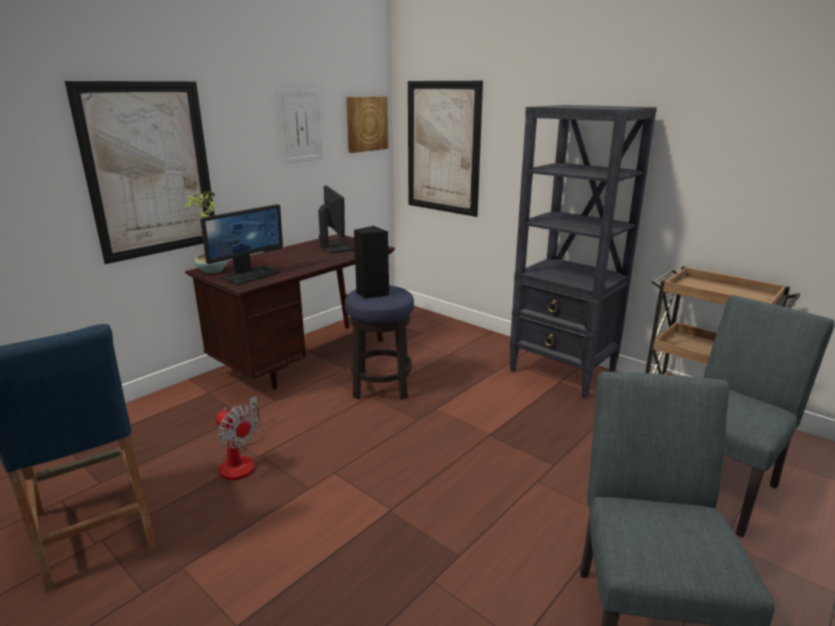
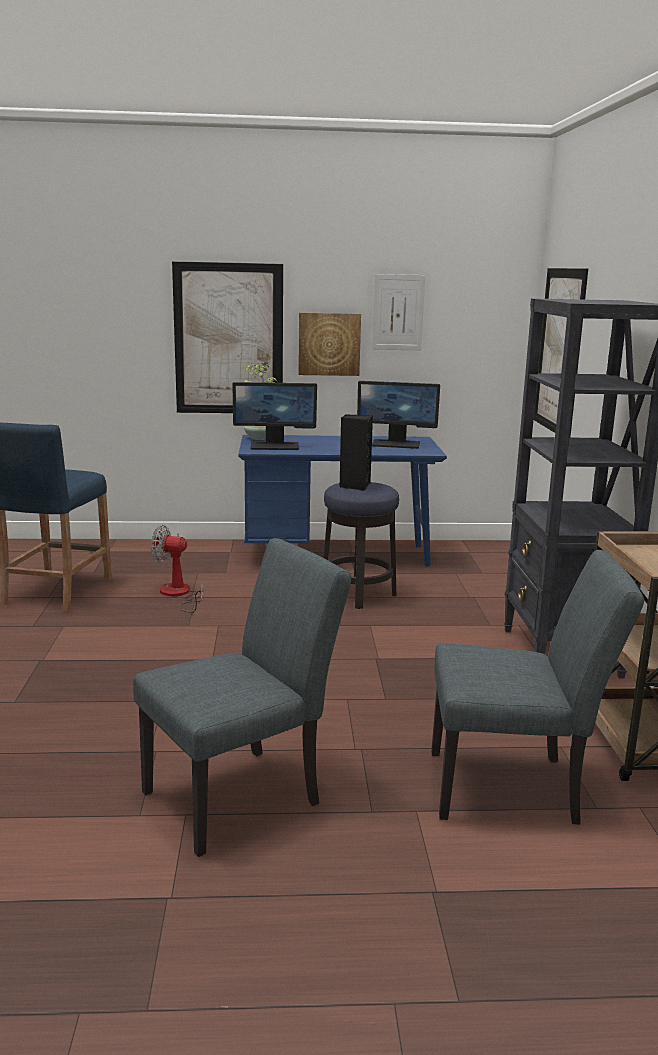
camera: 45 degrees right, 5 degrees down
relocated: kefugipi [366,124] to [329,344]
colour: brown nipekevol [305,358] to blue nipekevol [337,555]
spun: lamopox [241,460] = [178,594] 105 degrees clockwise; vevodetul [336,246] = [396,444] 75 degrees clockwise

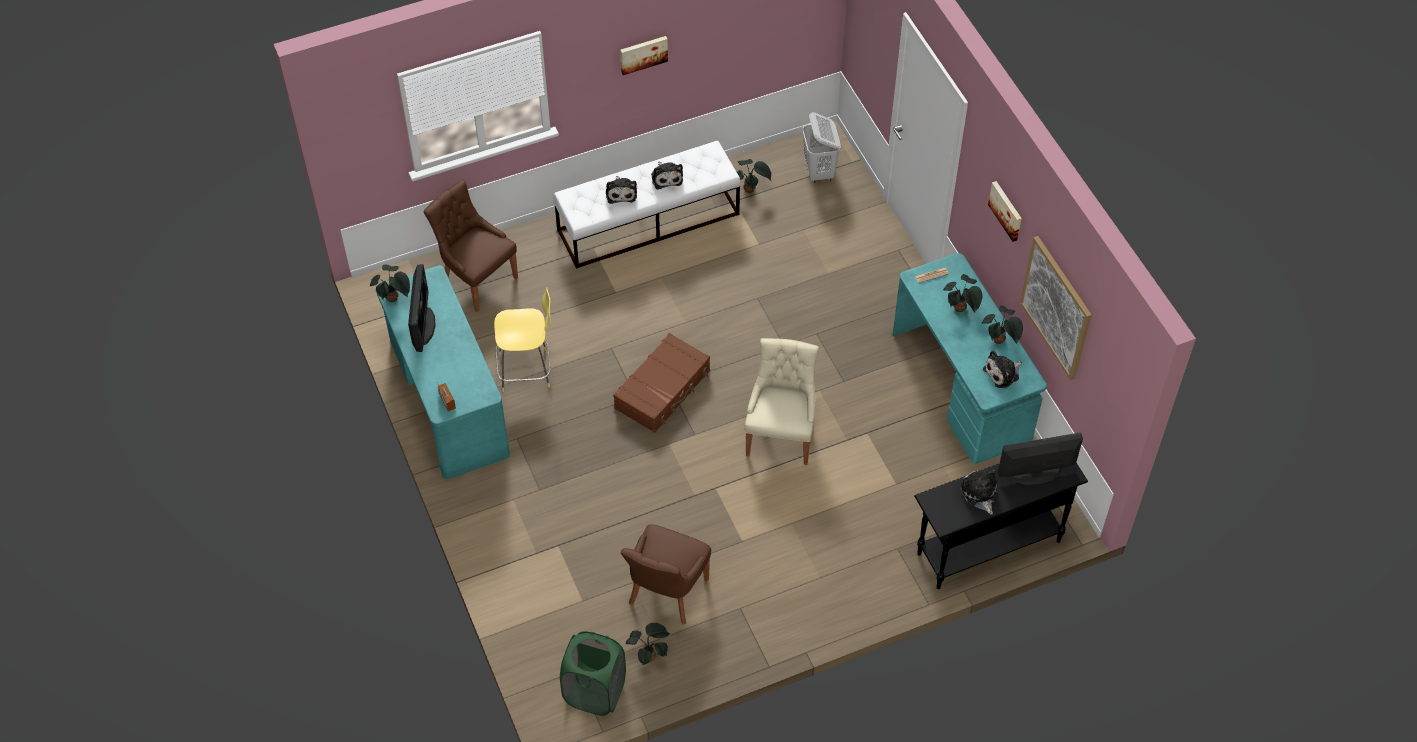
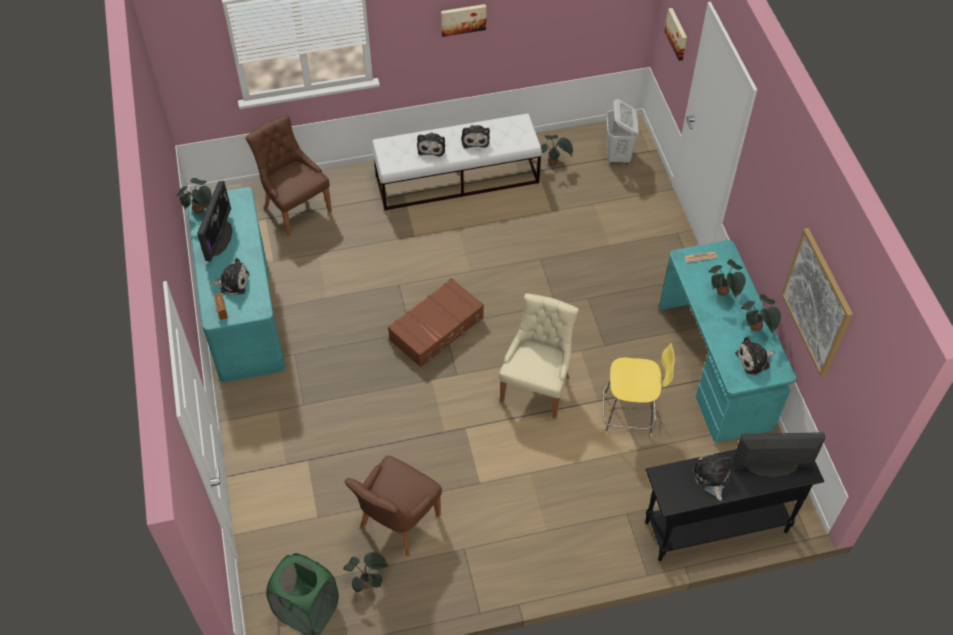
camera: 10 degrees right, 0 degrees up
appeared: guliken [232,282]
relocated: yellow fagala [527,370] to [630,415]; kefugipi [1006,210] to [677,33]

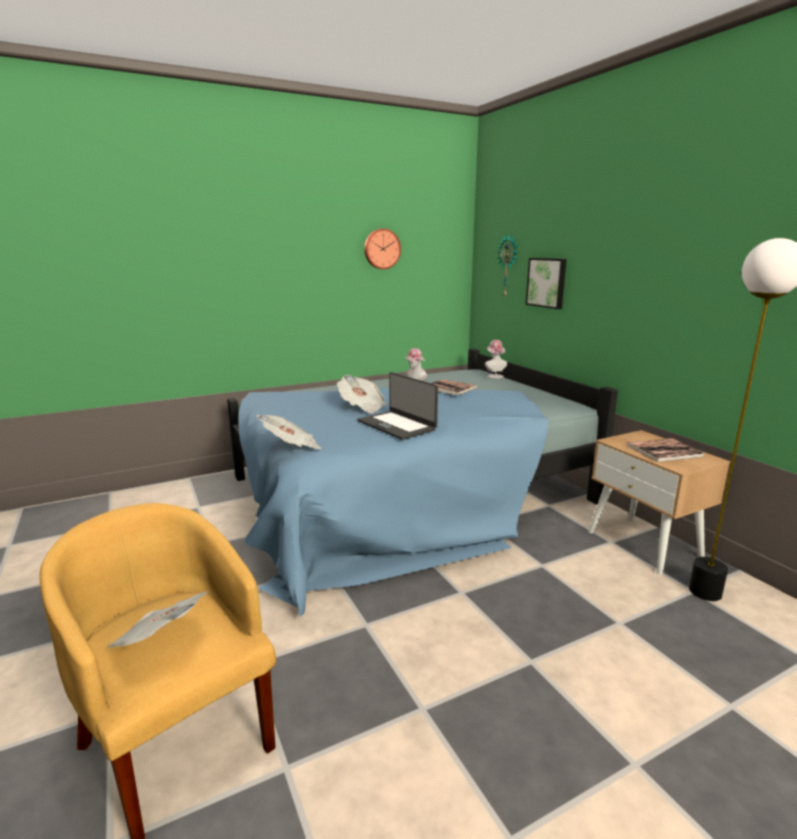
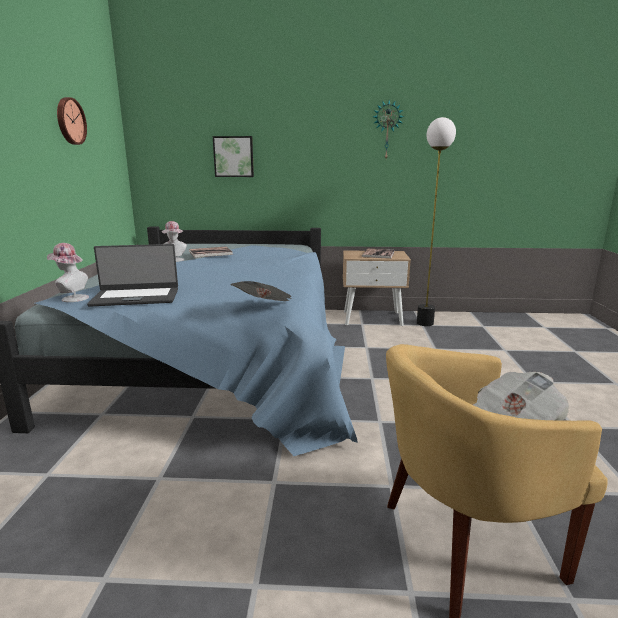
camera: 60 degrees left, 0 degrees up
missing: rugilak [362,407]
relocated: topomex [494,375] to [72,298]; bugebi [397,425] to [136,297]; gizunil [508,266] to [387,130]

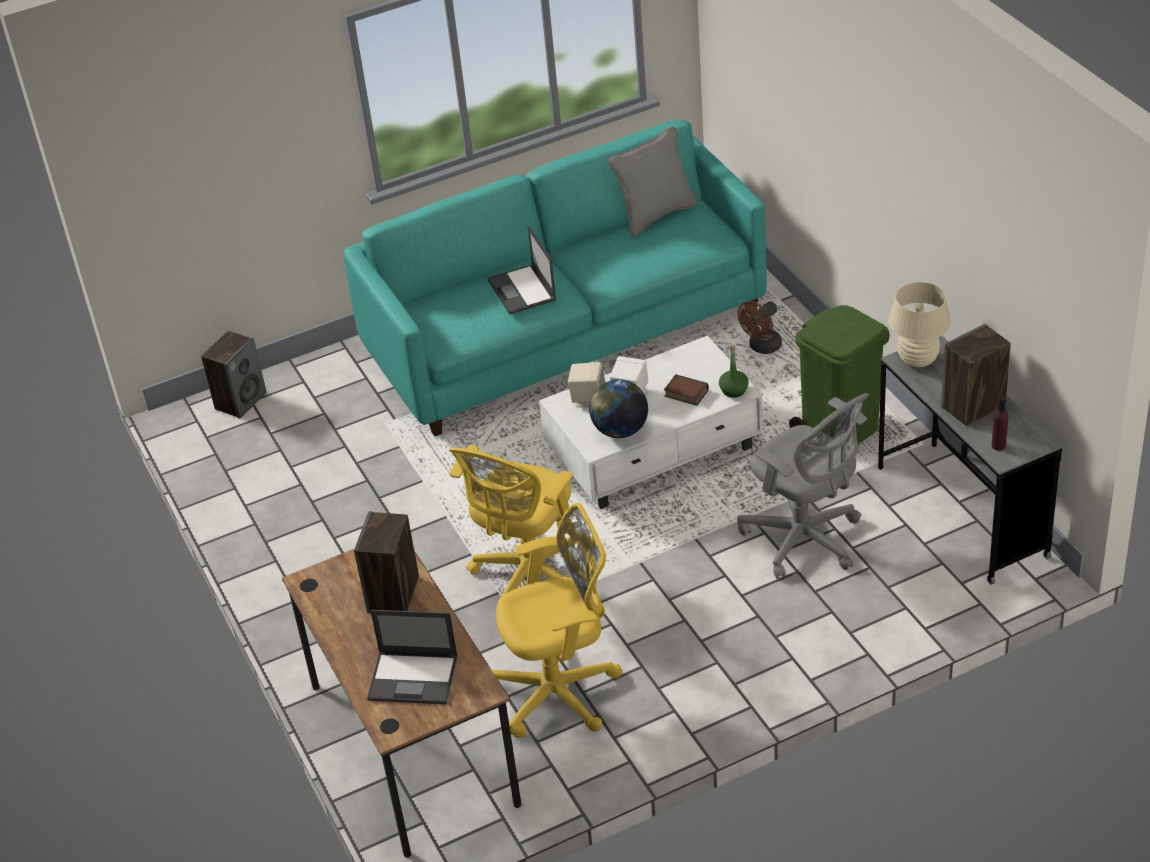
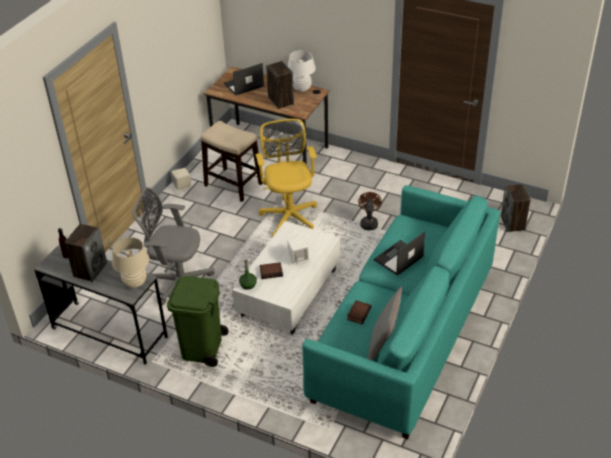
camera: 140 degrees right, 0 degrees up
missing: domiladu [620,430]
appeared: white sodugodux [301,89]; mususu [358,313]
relocated: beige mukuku [588,399] to [182,187]; brown lamopox [762,347] to [369,222]
exchanged: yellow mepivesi [560,692] to fagala [233,184]
spun: bugebi [522,290] = [398,258] 75 degrees counterclockwise

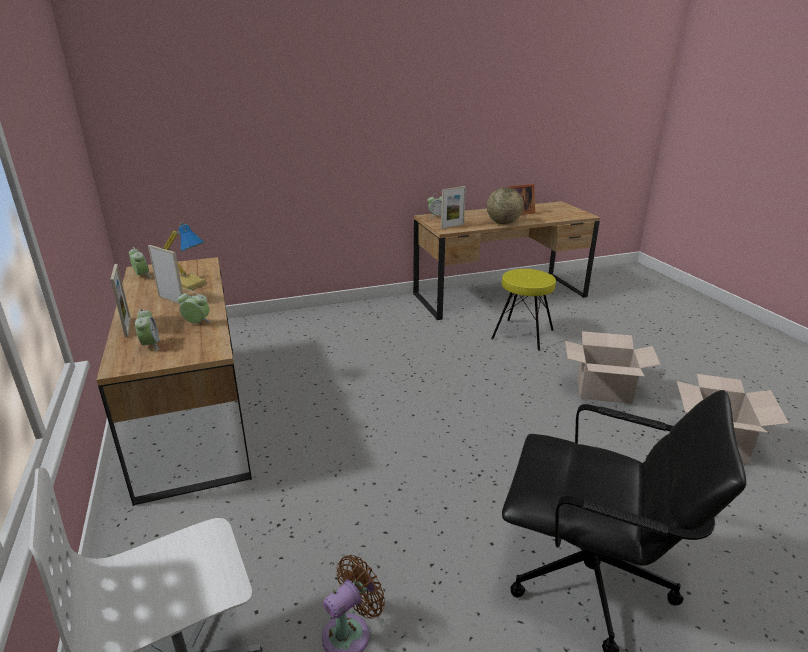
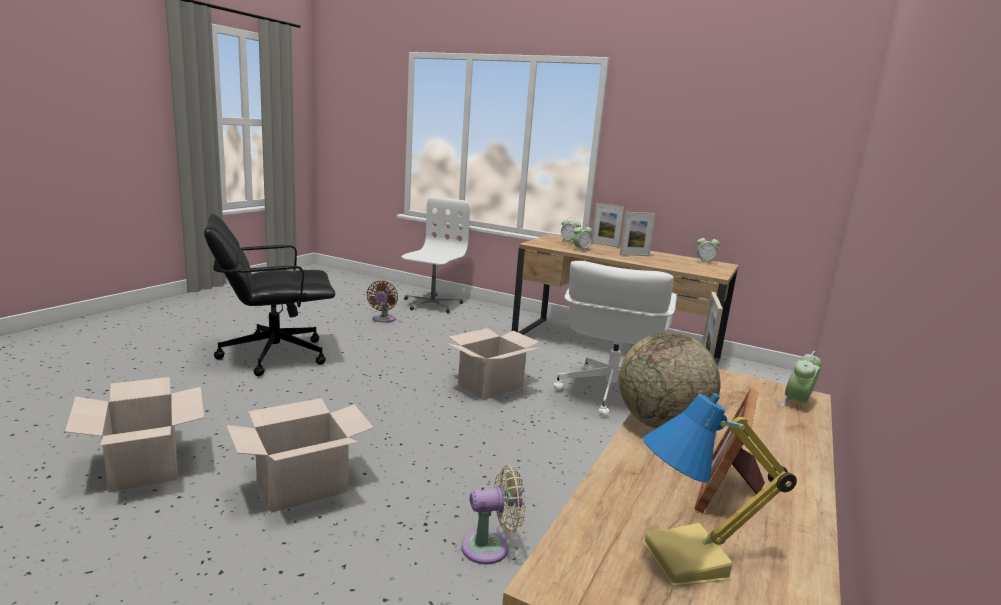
camera: 135 degrees right, 10 degrees down
appeared: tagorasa [490,386]; white mepivesi [608,394]
relocated: sodugodux [191,284] to [688,563]
exchanged: yellow fagala [523,334] to beige lamopox [490,547]

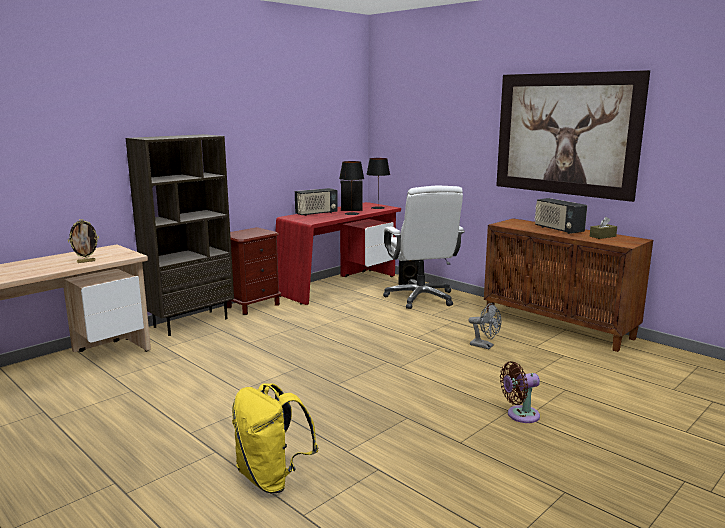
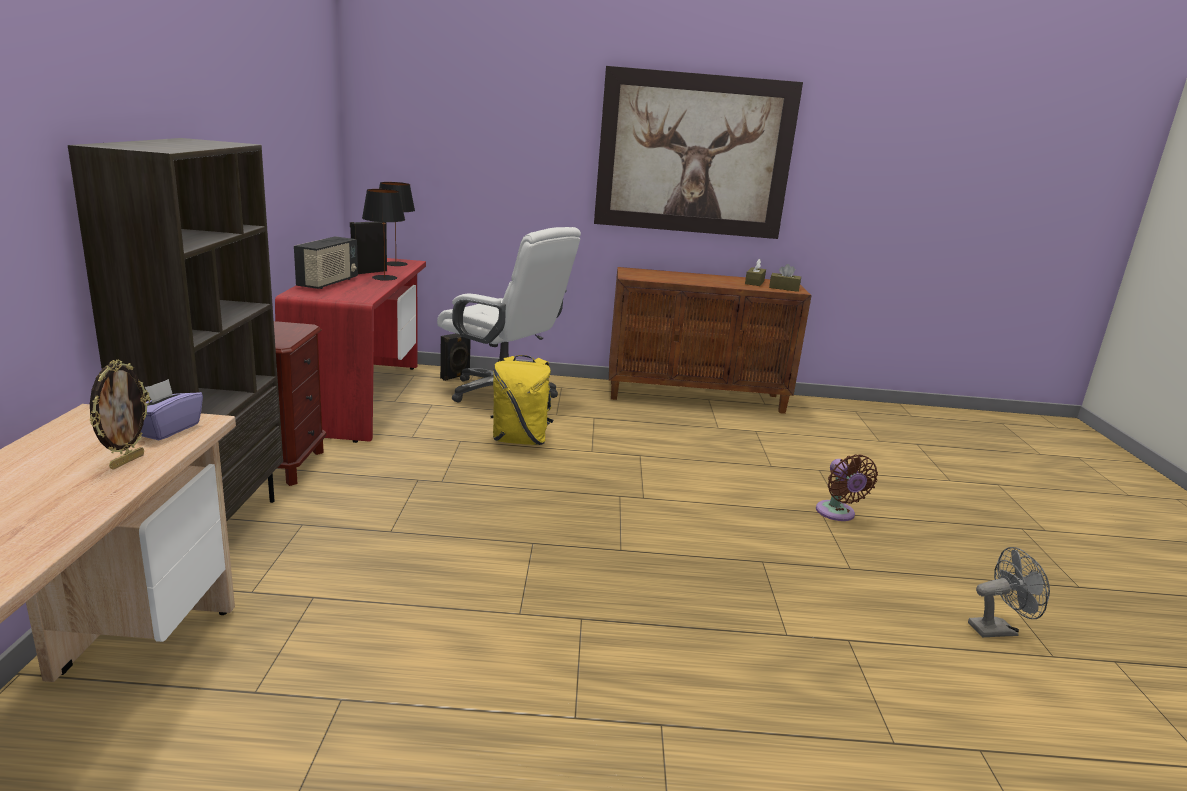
camera: 45 degrees left, 5 degrees up
missing: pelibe [558,229]
appeared: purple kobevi [167,429]; brown kobevi [784,288]
relocated: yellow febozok [272,478] to [520,440]; grey lamopox [485,346] to [998,629]
spun: brown lamopox [520,415] = [837,514] 45 degrees counterclockwise

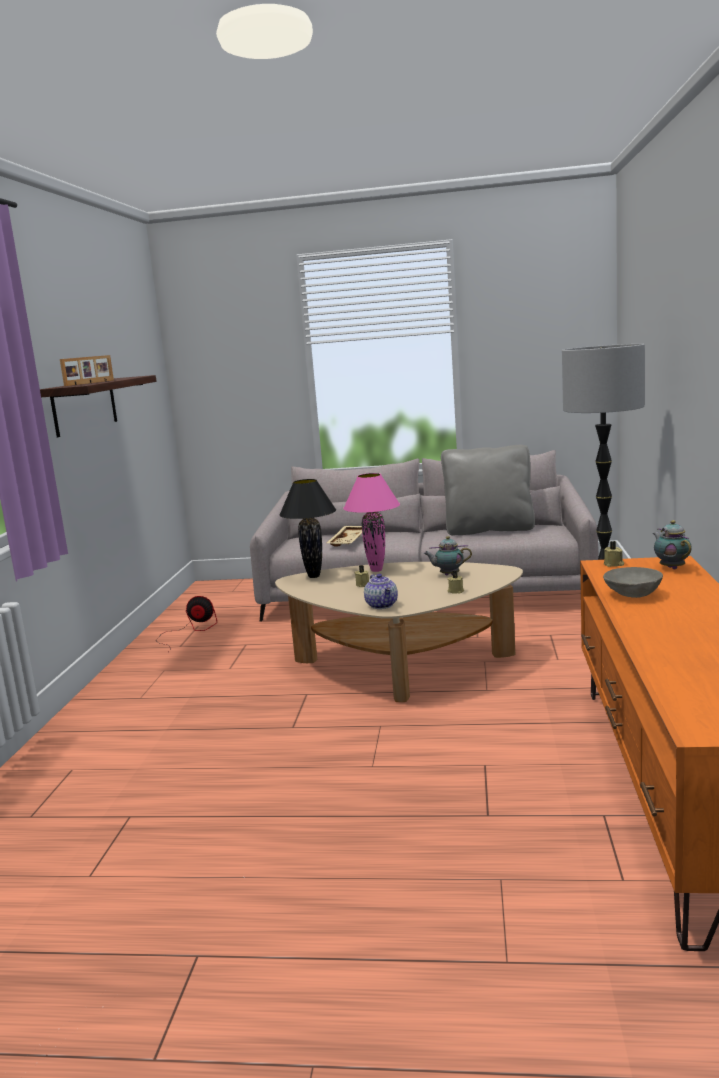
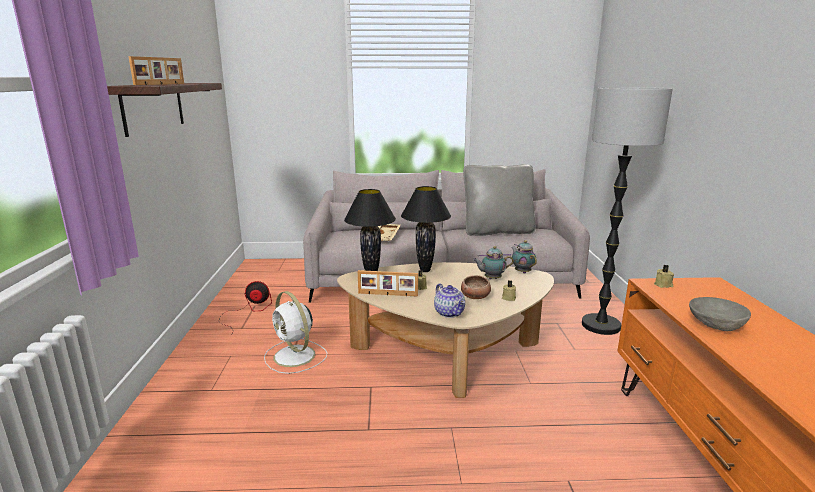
camera: 10 degrees left, 5 degrees up
appeared: white lamopox [295,357]; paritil [387,294]; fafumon [475,296]
relocated: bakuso [671,567] to [522,272]
colour: pink sodugodux [377,570] to black sodugodux [425,270]

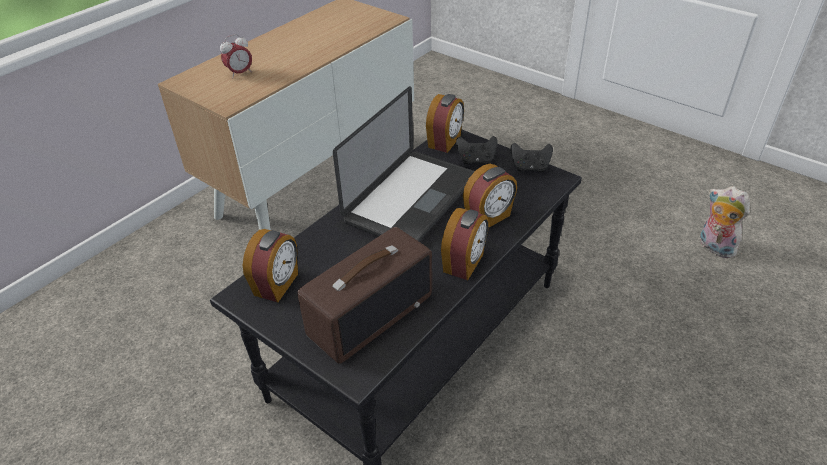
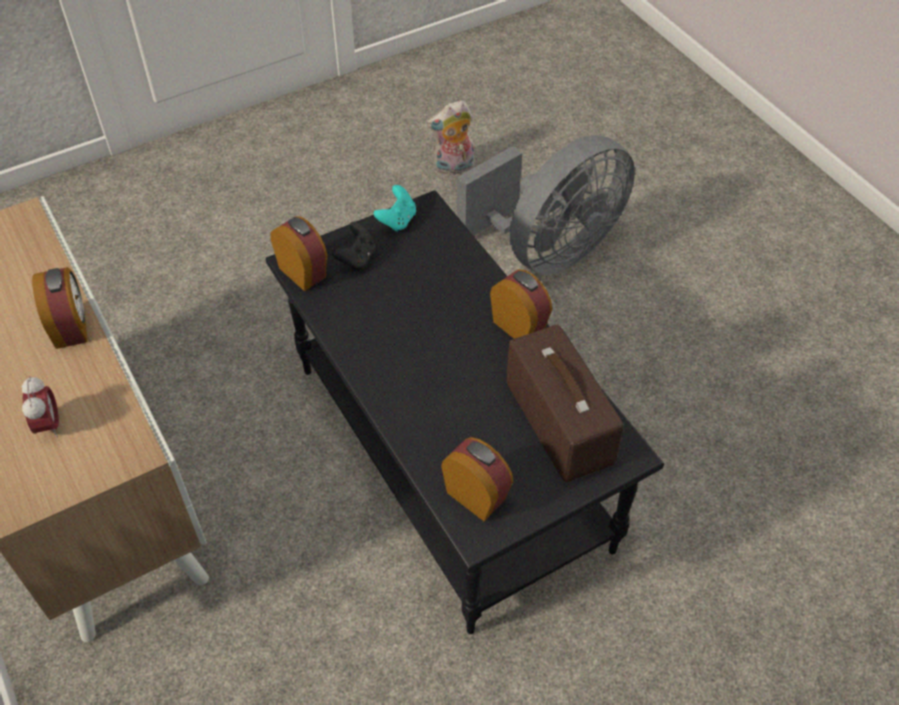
camera: 70 degrees left, 10 degrees up
missing: bugebi [411,199]
appeared: grey lamopox [548,250]
relocated: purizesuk [488,217] to [71,327]
colour: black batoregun [530,167] to turquoise batoregun [397,220]

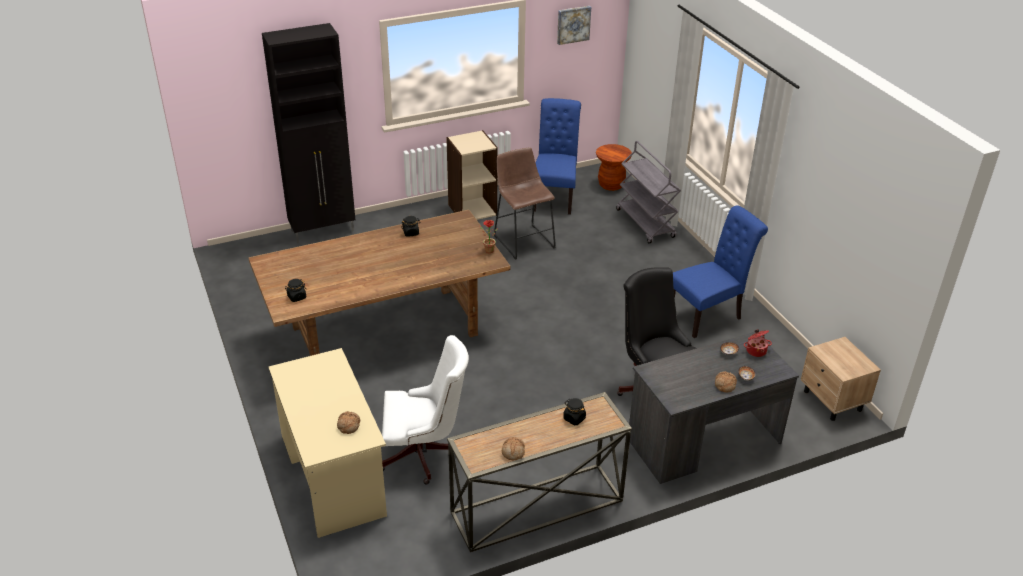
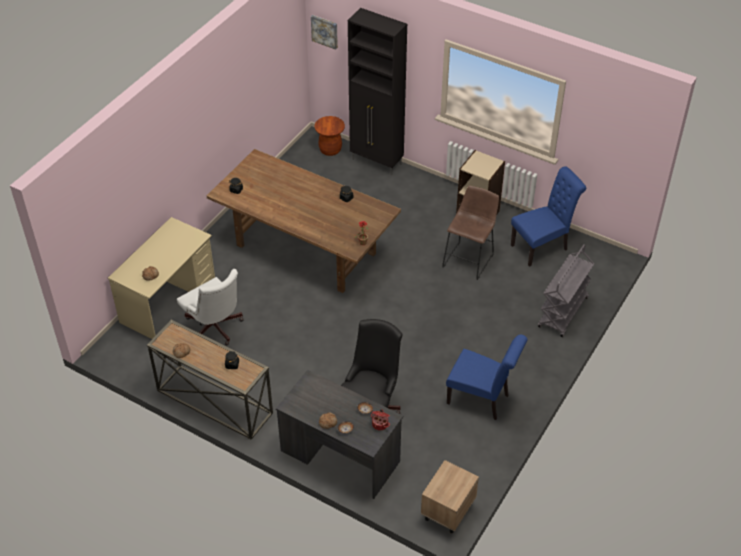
camera: 55 degrees right, 10 degrees up
relocated: kefugipi [573,24] to [325,31]; brown fagala [611,185] to [330,149]

